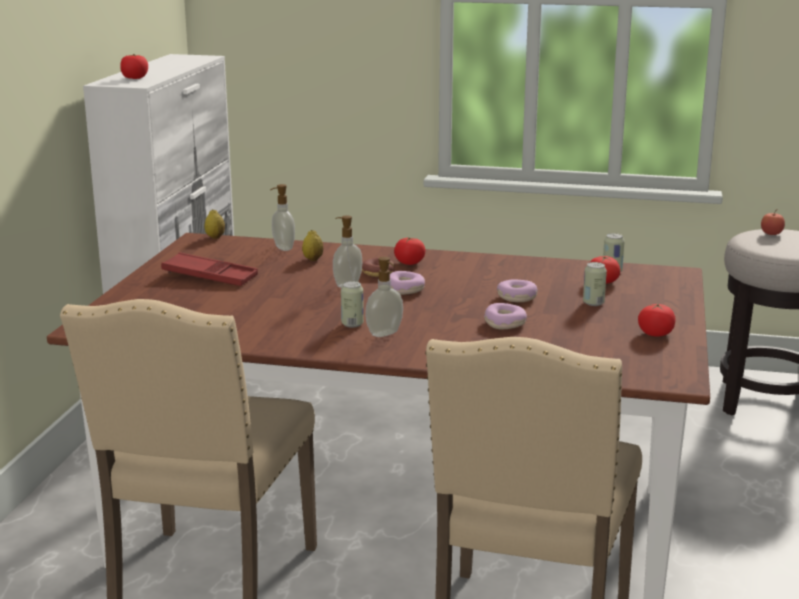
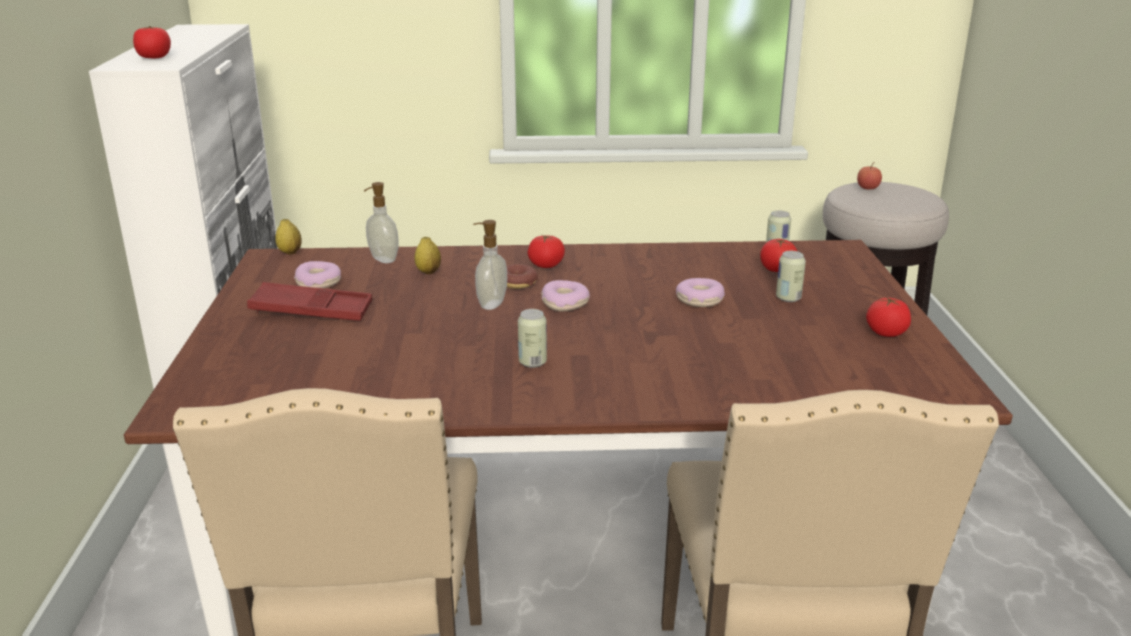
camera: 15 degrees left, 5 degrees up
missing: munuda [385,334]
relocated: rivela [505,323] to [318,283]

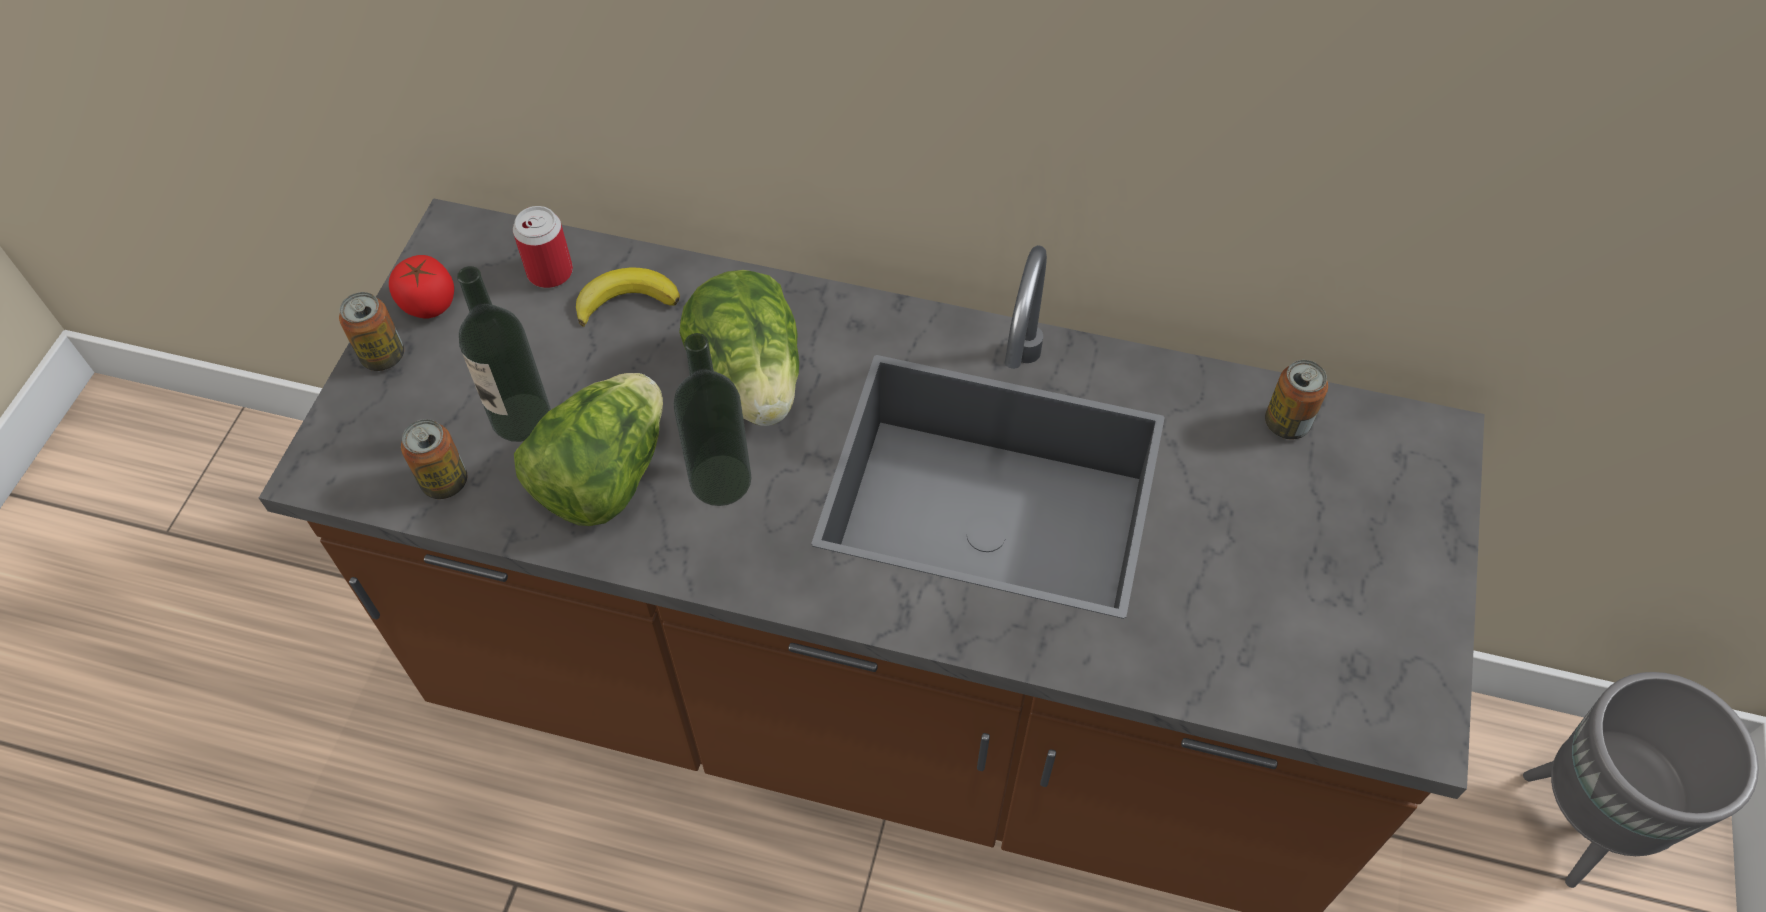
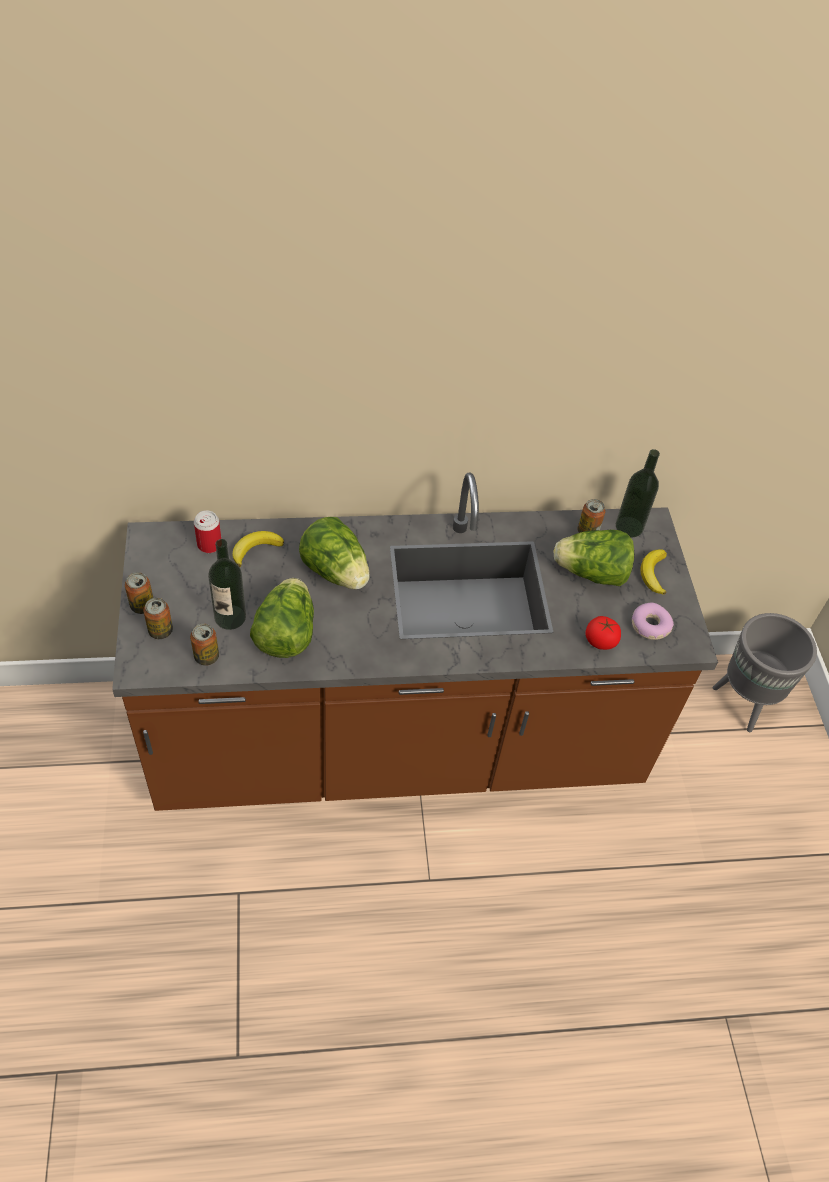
camera: 25 degrees left, 5 degrees down
appeared: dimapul [160,631]; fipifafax [591,573]; rivela [650,626]; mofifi [653,573]
relocated: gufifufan [429,303] to [600,641]; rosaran [720,480] to [629,527]

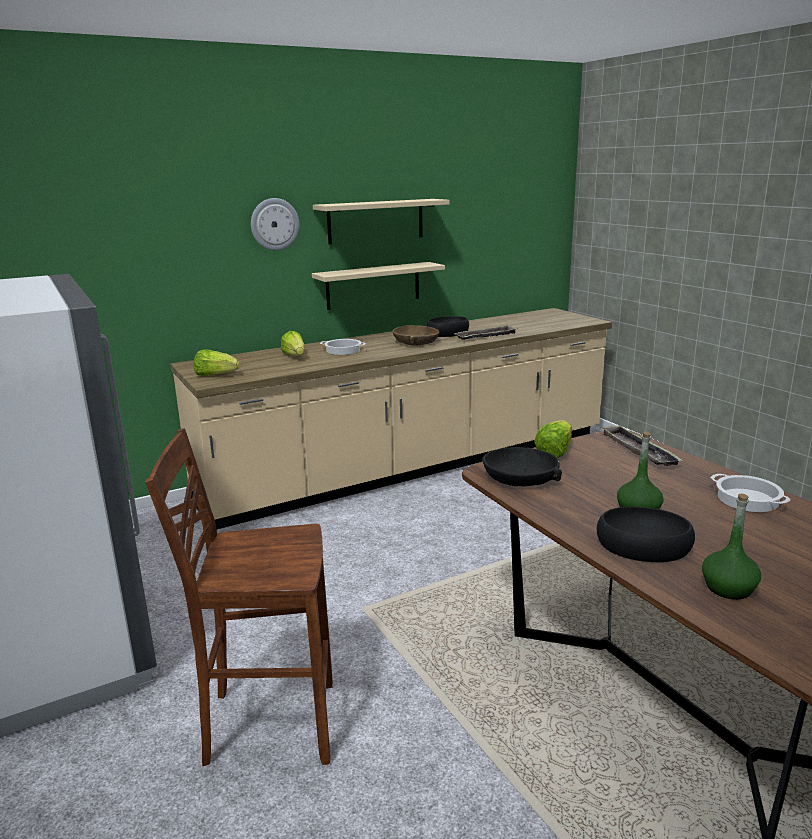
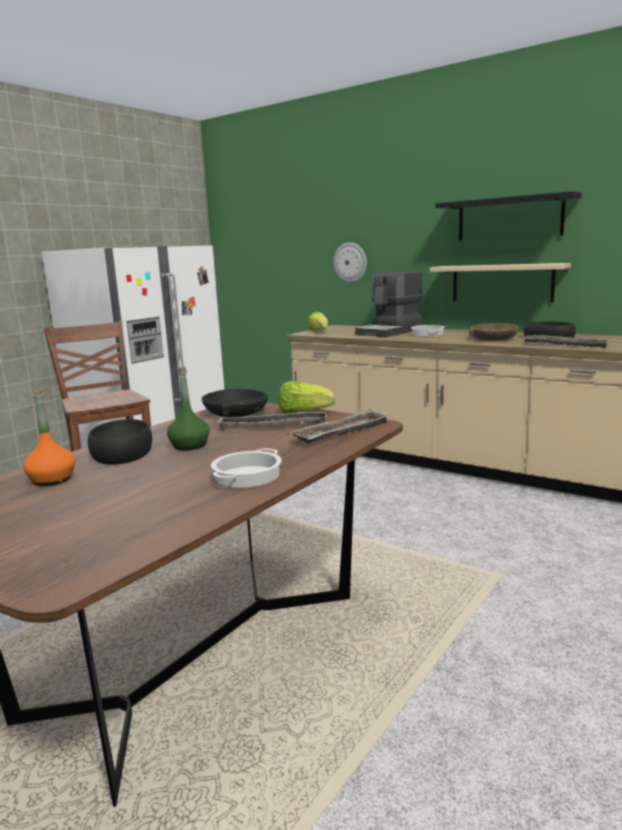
camera: 65 degrees right, 5 degrees down
appeared: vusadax [272,426]
relocated: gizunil [274,224] to [350,262]
exchanged: fipifafax [295,356] to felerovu [390,332]
colour: green rosaran [728,588] to orange rosaran [52,480]; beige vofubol [376,221] to black vofubol [509,218]

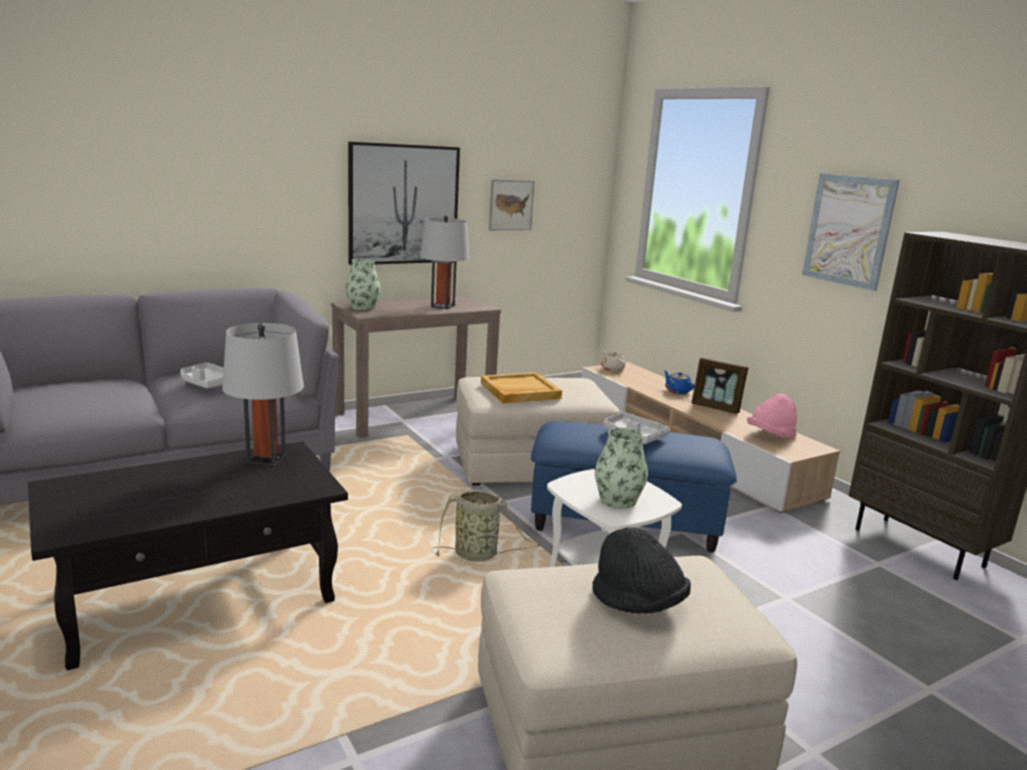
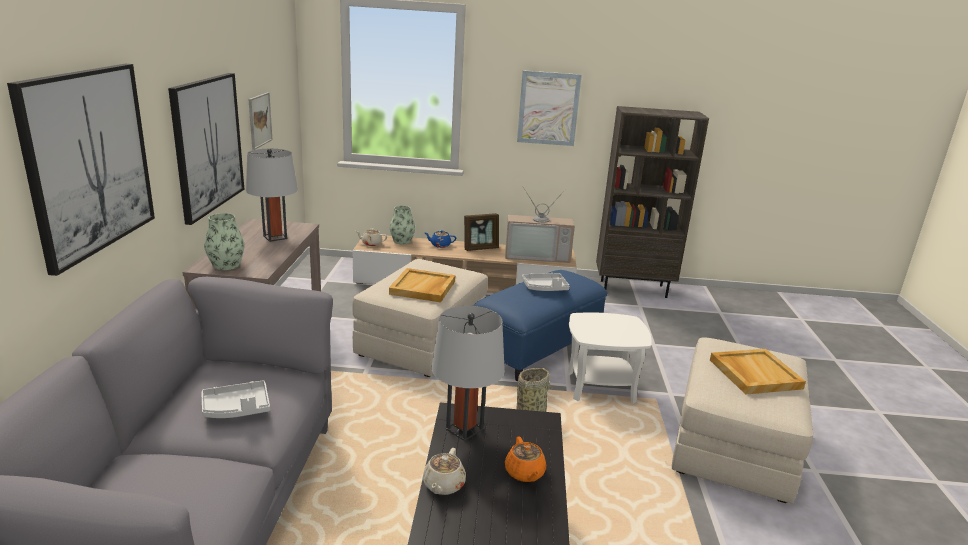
camera: 55 degrees left, 5 degrees up
appeared: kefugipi [89,161]; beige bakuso [443,485]; orange bakuso [525,473]
relocated: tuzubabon [618,500] to [402,241]
exchanged: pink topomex [770,436] to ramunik [537,255]; black topomex [638,604] to beige vusadax [754,374]

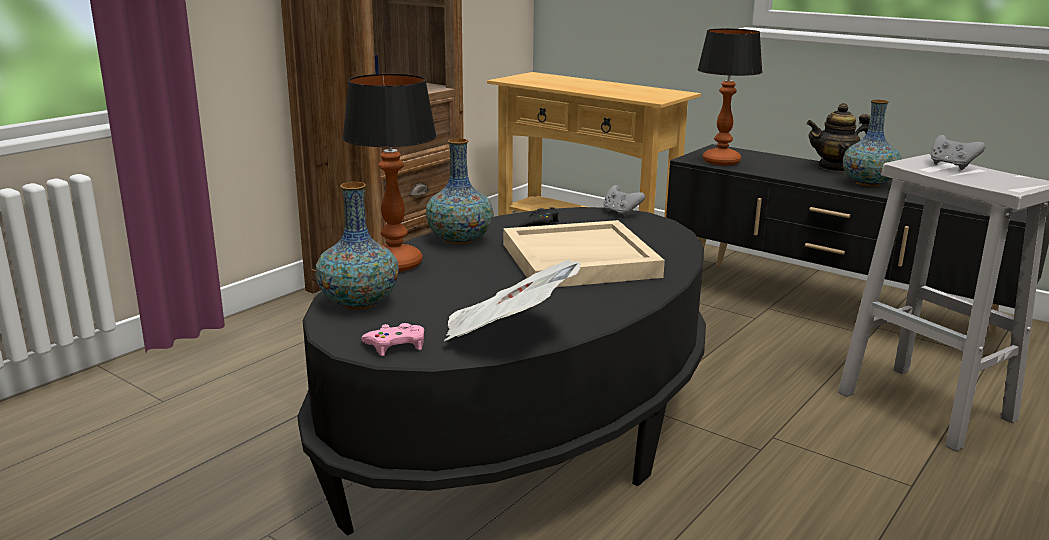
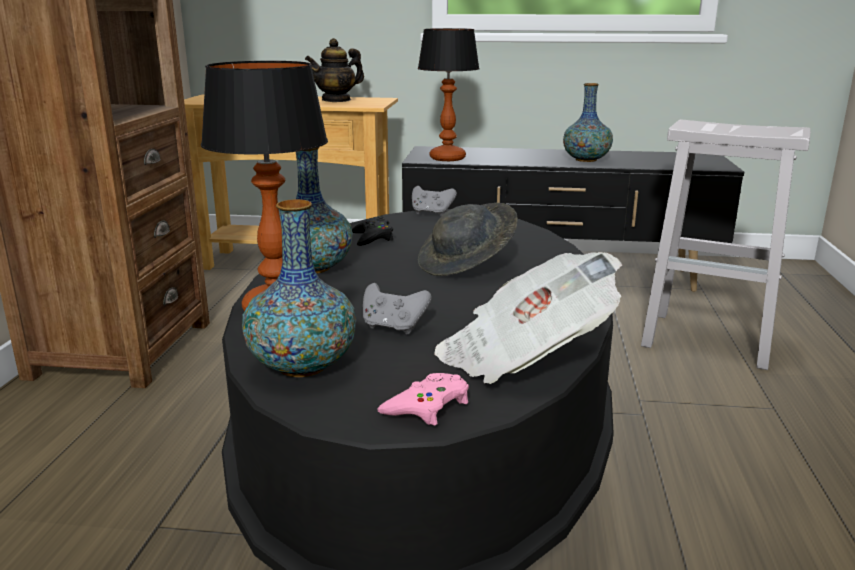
camera: 30 degrees left, 0 degrees up
relocated: bakuso [835,167] to [336,100]; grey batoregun [951,166] to [393,327]
exchanged: beige vusadax [578,261] to grey topomex [466,264]

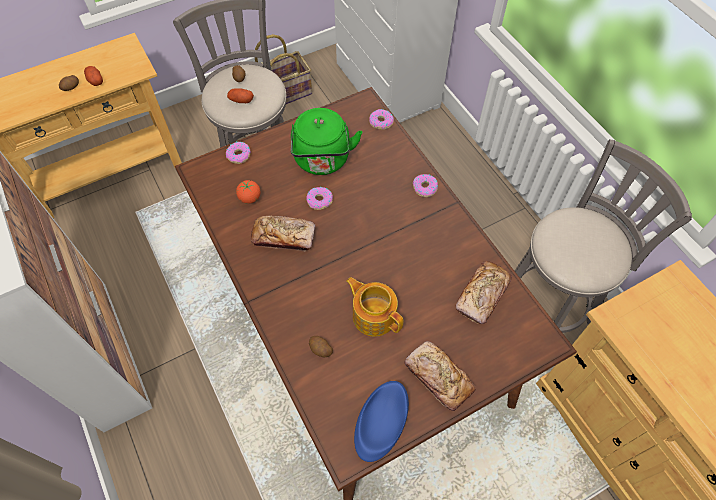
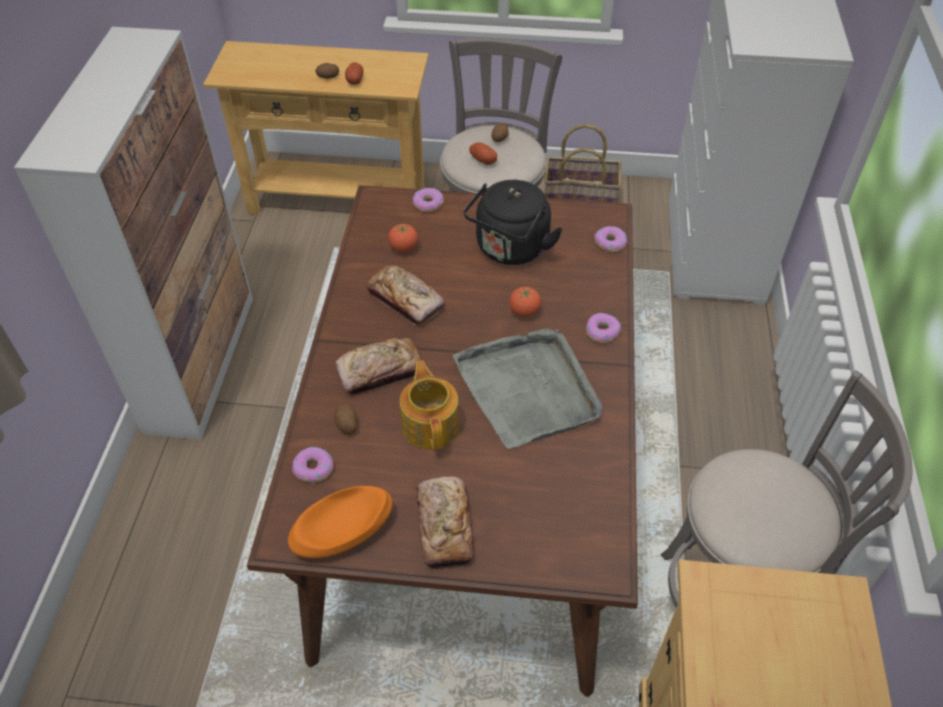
camera: 35 degrees right, 10 degrees down
appeared: grey vusadax [528,389]; gufifufan [524,311]
relocated: rivela [319,200] to [313,468]; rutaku [482,295] to [380,372]
colour: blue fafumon [381,424] to orange fafumon [343,531]; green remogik [322,161] to black remogik [510,250]

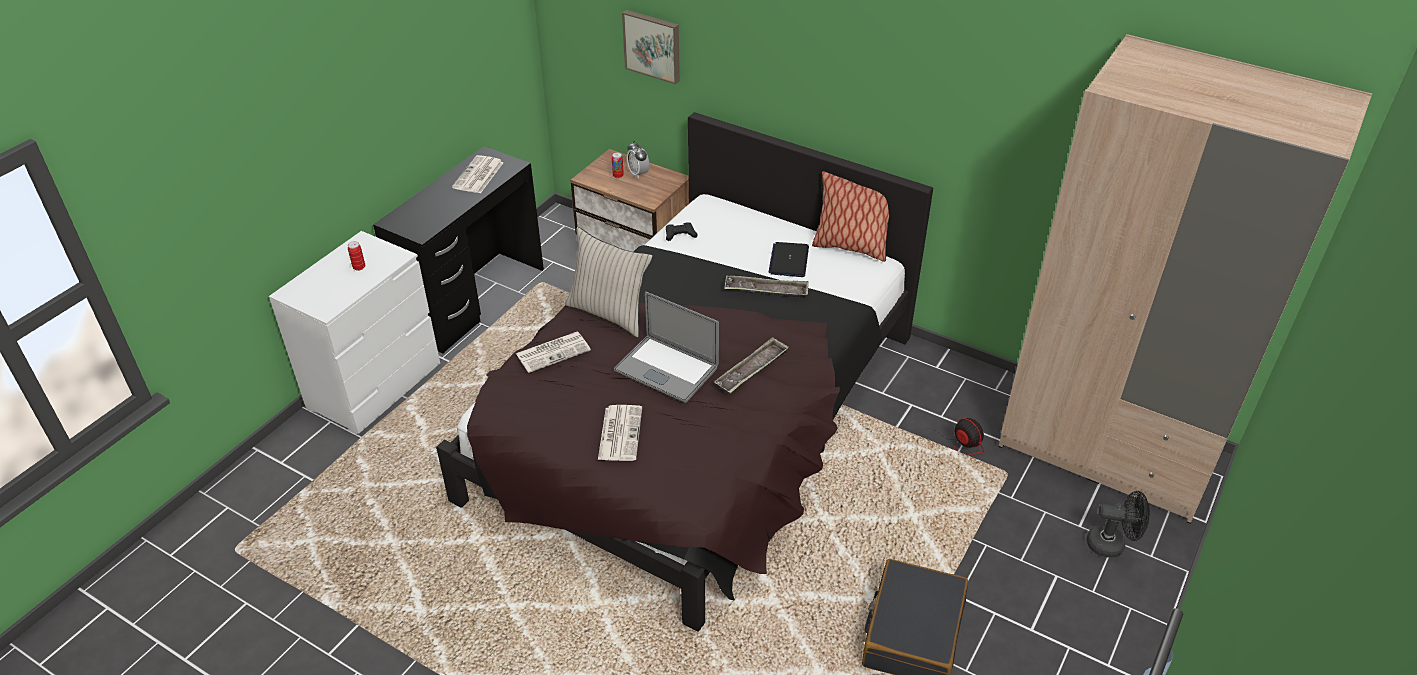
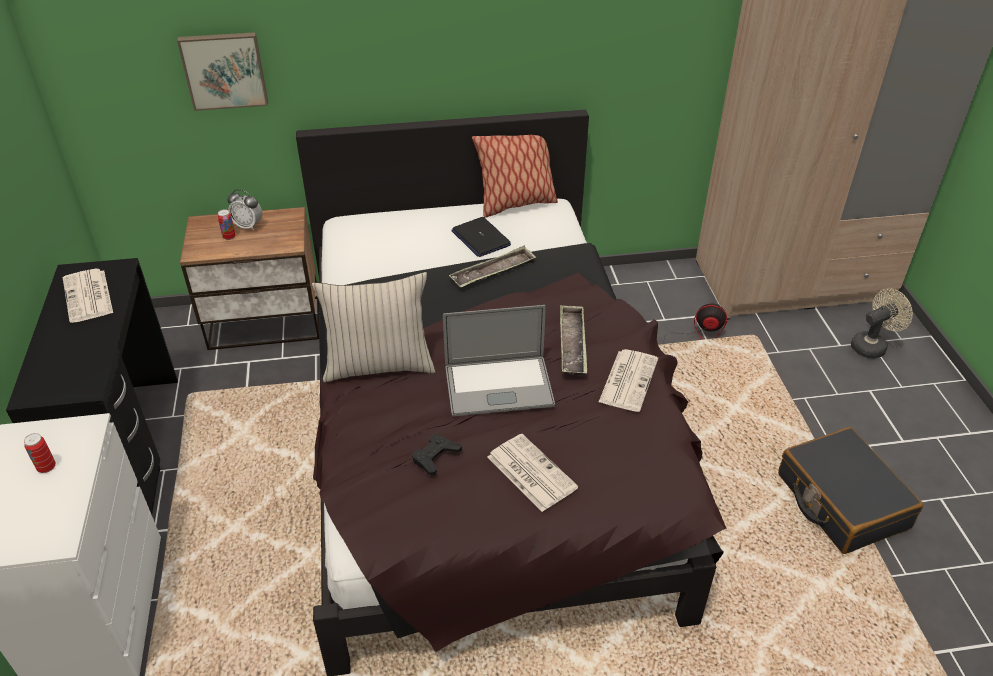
camera: 40 degrees left, 0 degrees up
relocated: black batoregun [680,234] to [435,457]; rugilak [553,351] to [628,380]
colour: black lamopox [1112,544] to beige lamopox [872,345]

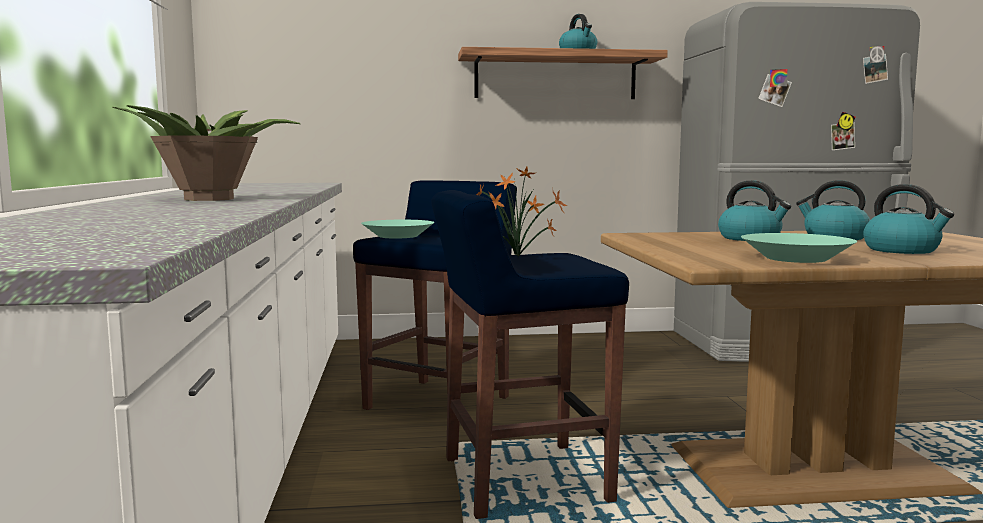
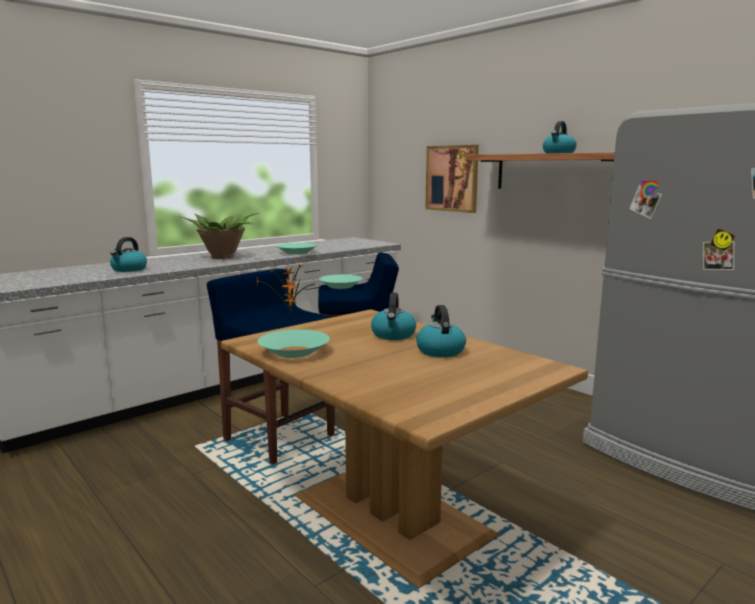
camera: 55 degrees right, 5 degrees up
appeared: turquoise fafumon [297,252]; kefugipi [452,178]
relocated: remogik [902,250] to [129,269]

